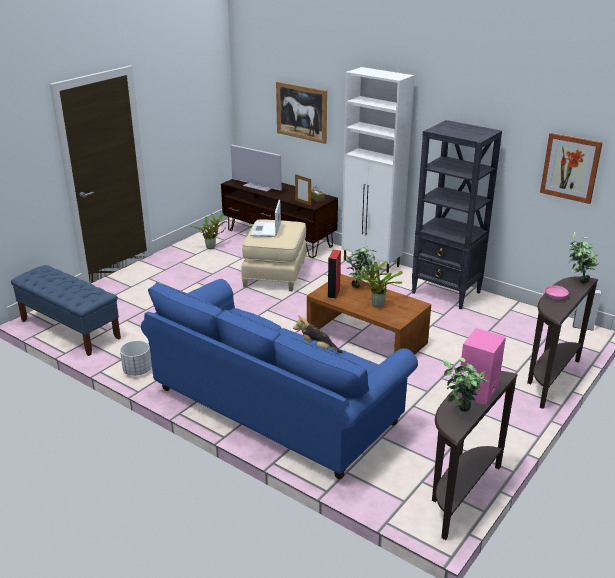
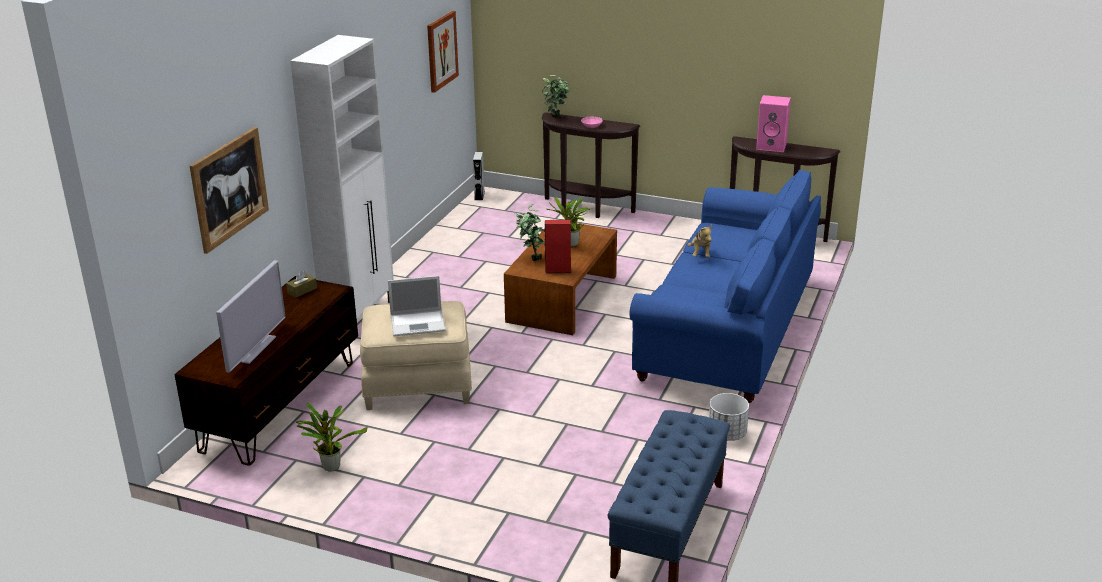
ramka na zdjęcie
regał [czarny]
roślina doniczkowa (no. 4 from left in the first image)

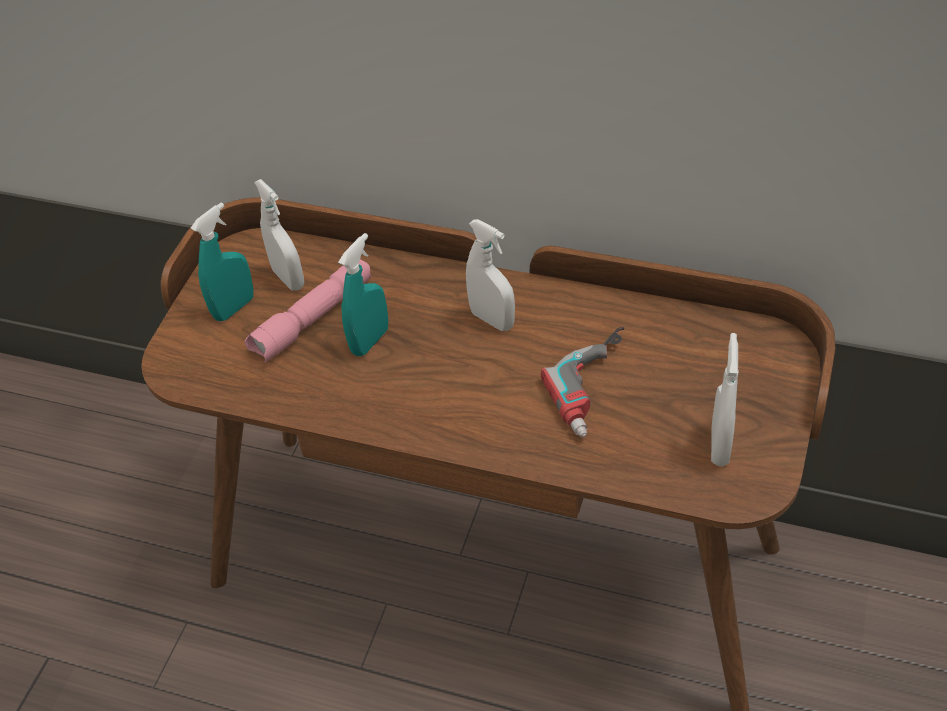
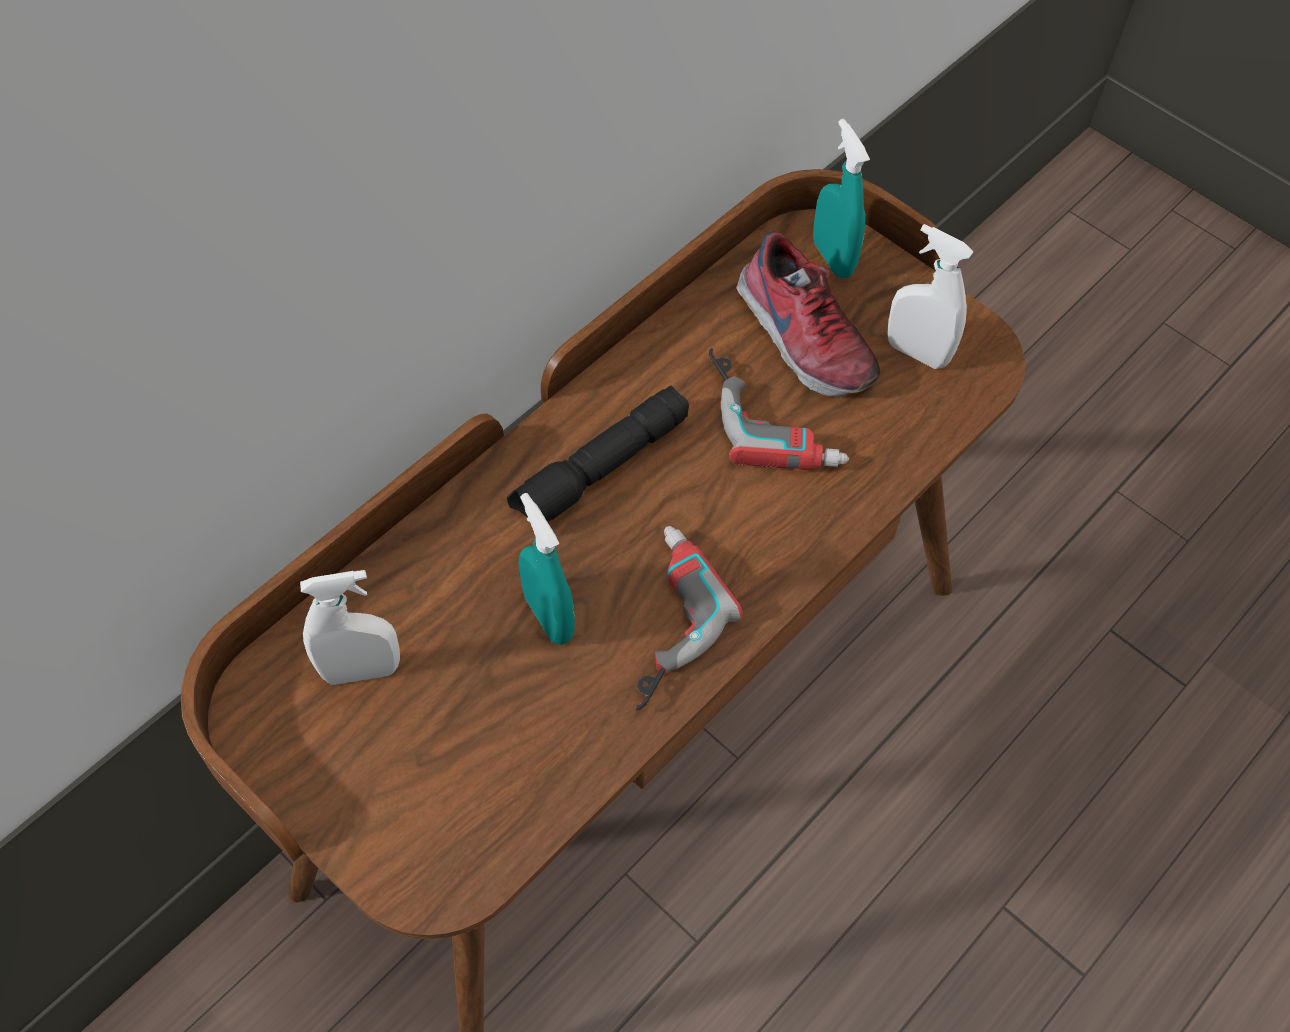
spryskiwacz [turkusowy] (no. 2 from left)
latarka [różowy]
latarka [czarny]
wiertarka (no. 1 from left)
but

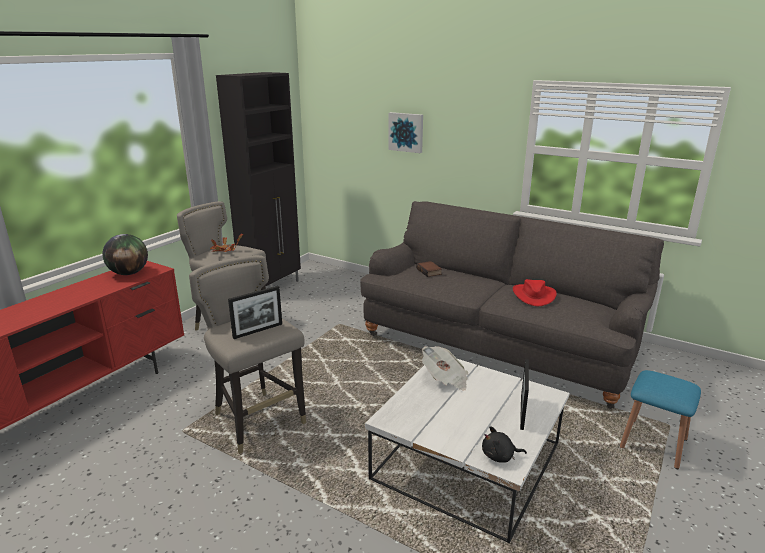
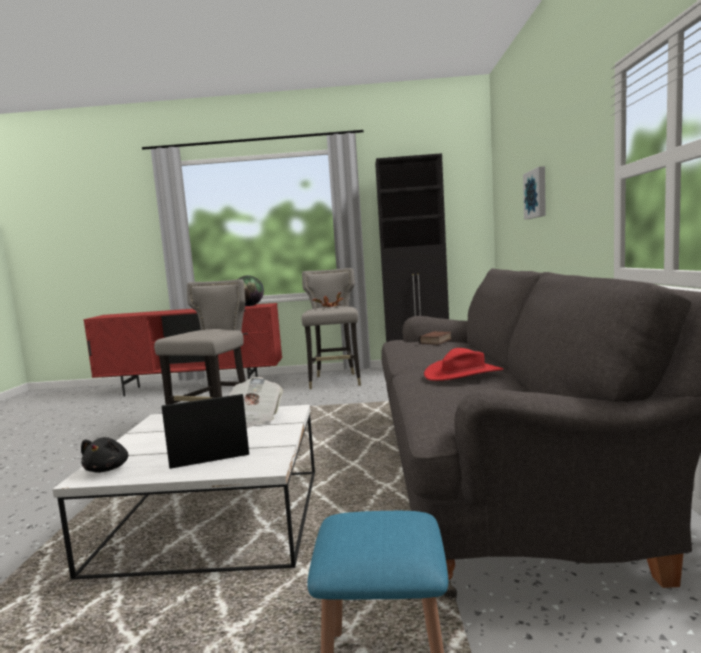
ramka na zdjęcie (no. 1 from left in the first image)
pluszak [czarny]

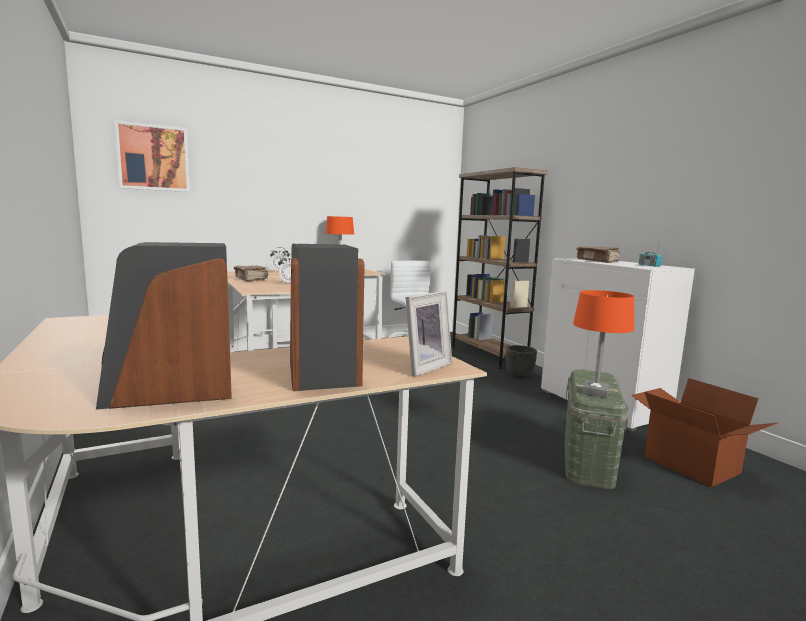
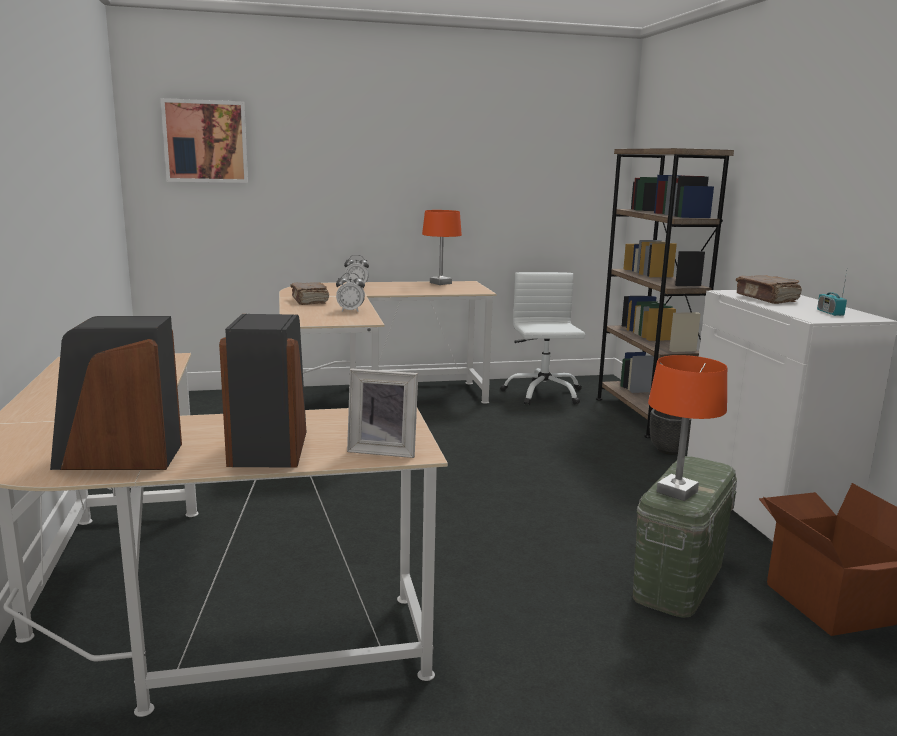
ramka na zdjęcie

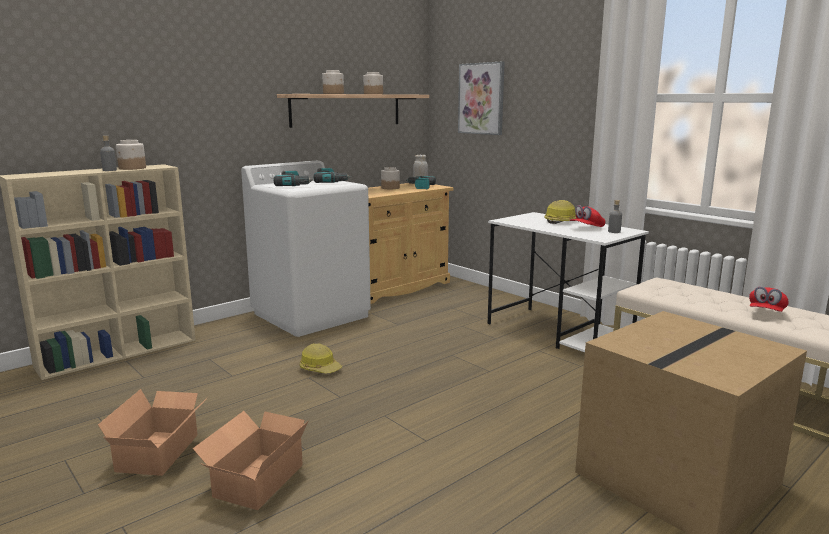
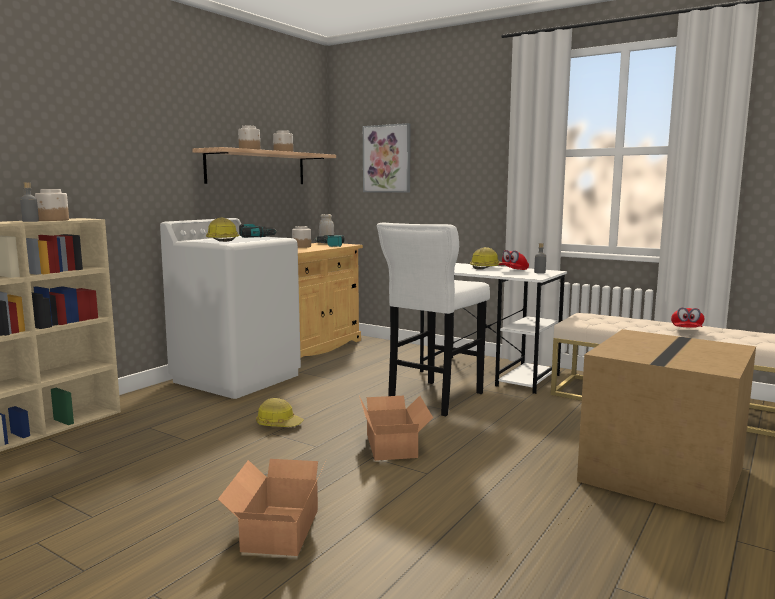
karton (no. 2 from left)
kask (no. 1 from left)
stołek [biały]

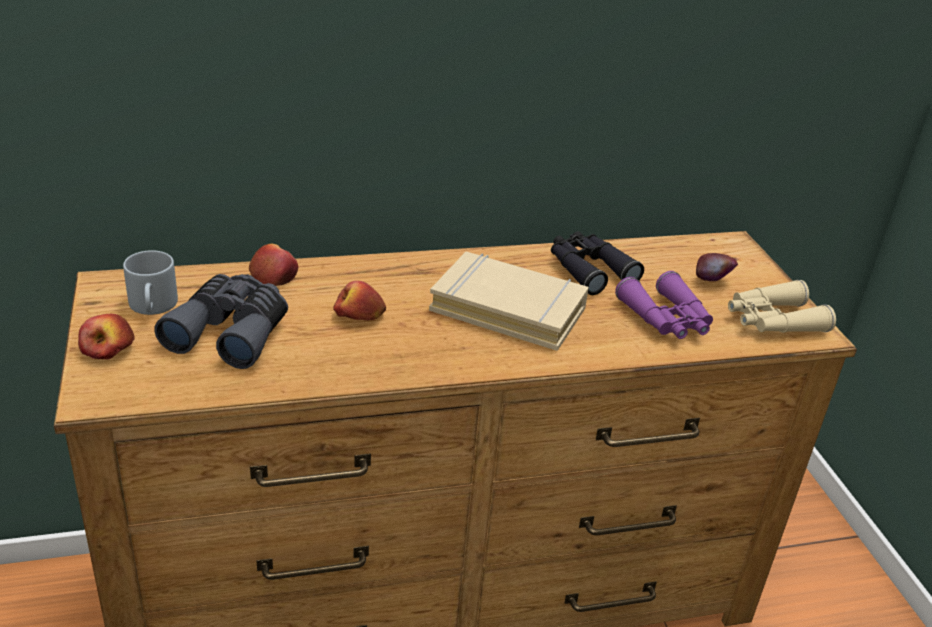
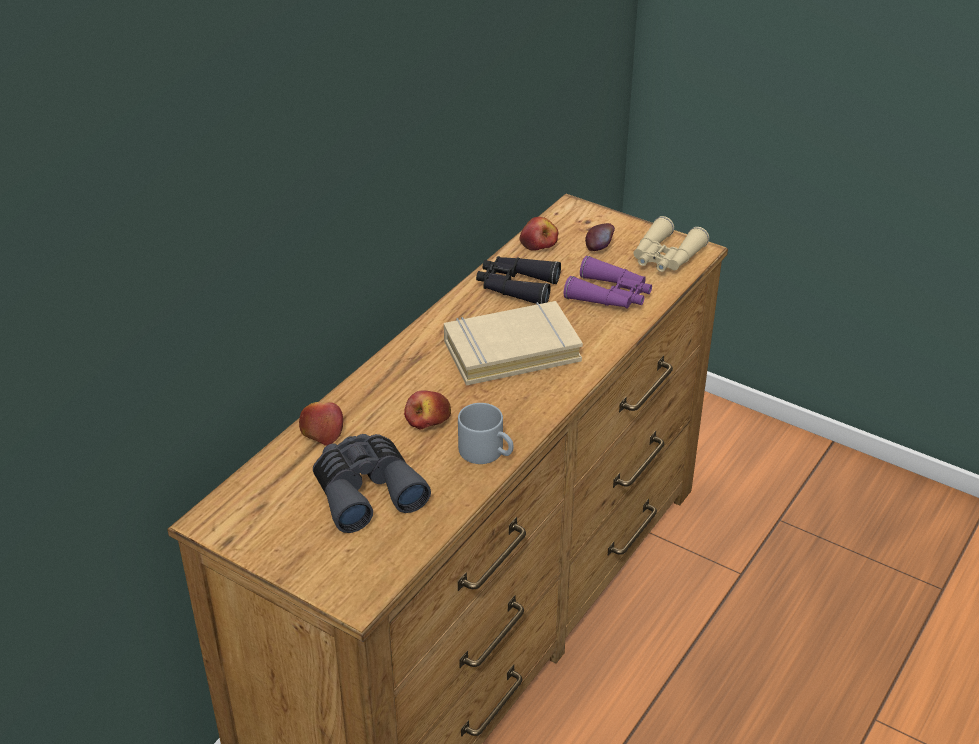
jabłko (no. 3 from left)
kubek [szary]

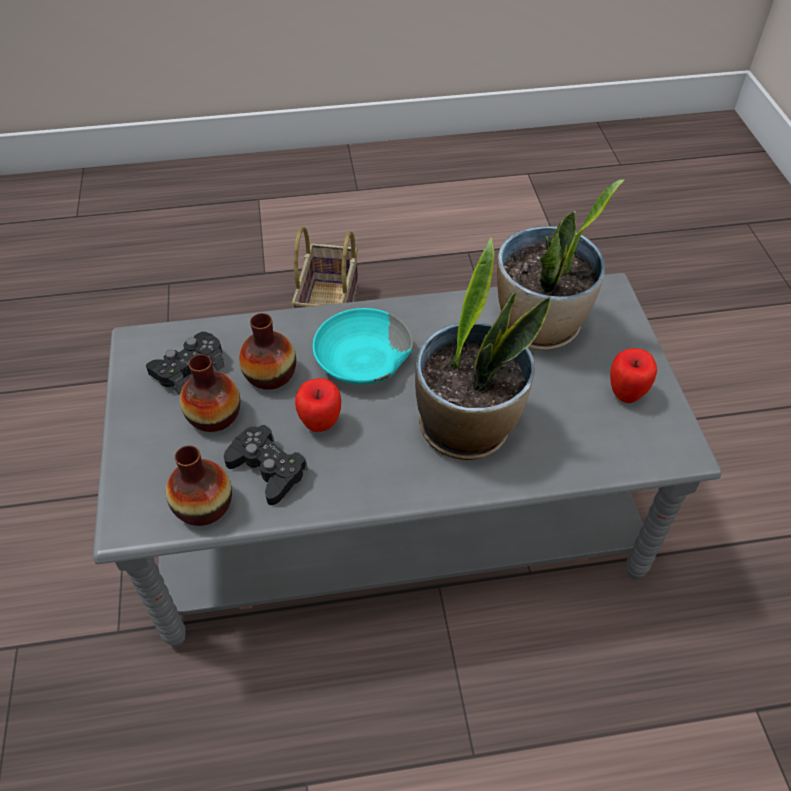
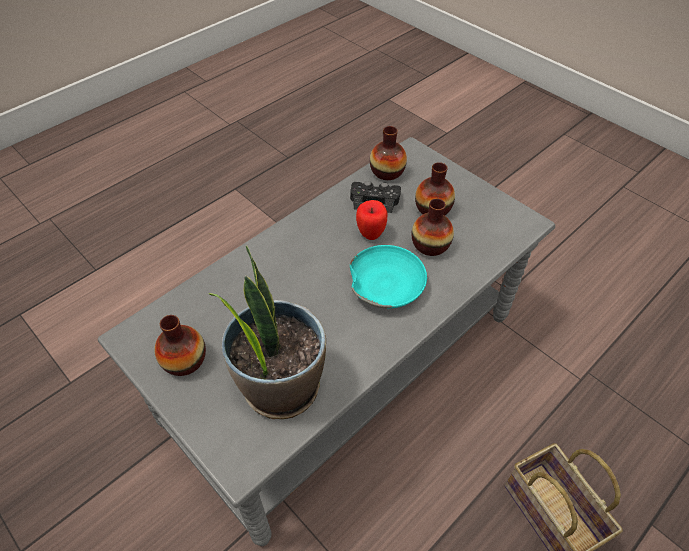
pad do gier [czarny] (no. 1 from left in the first image)
roślina doniczkowa (no. 1 from left in the first image)
wazon (no. 1 from left)

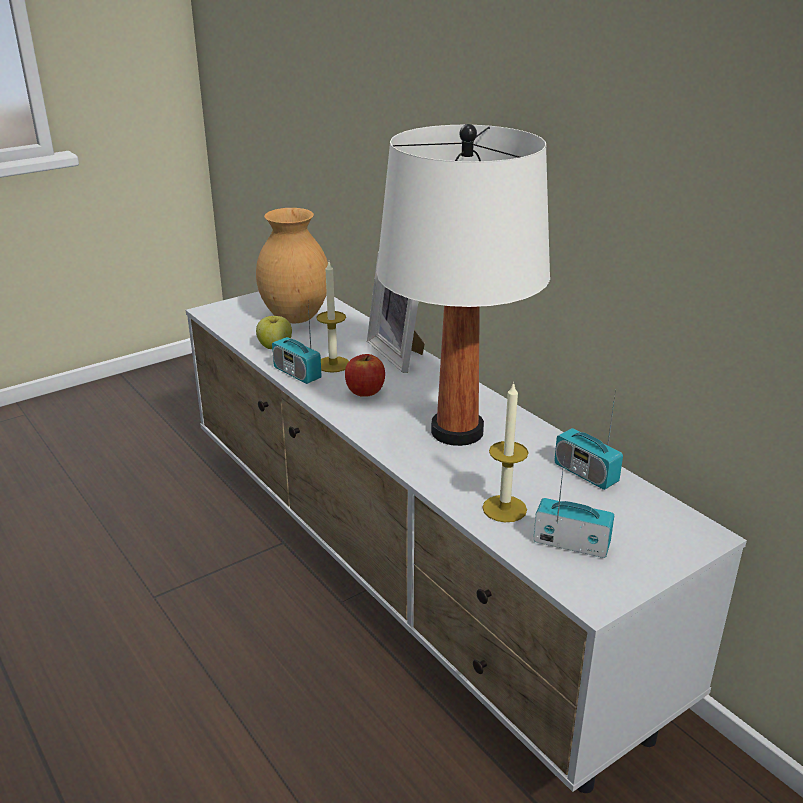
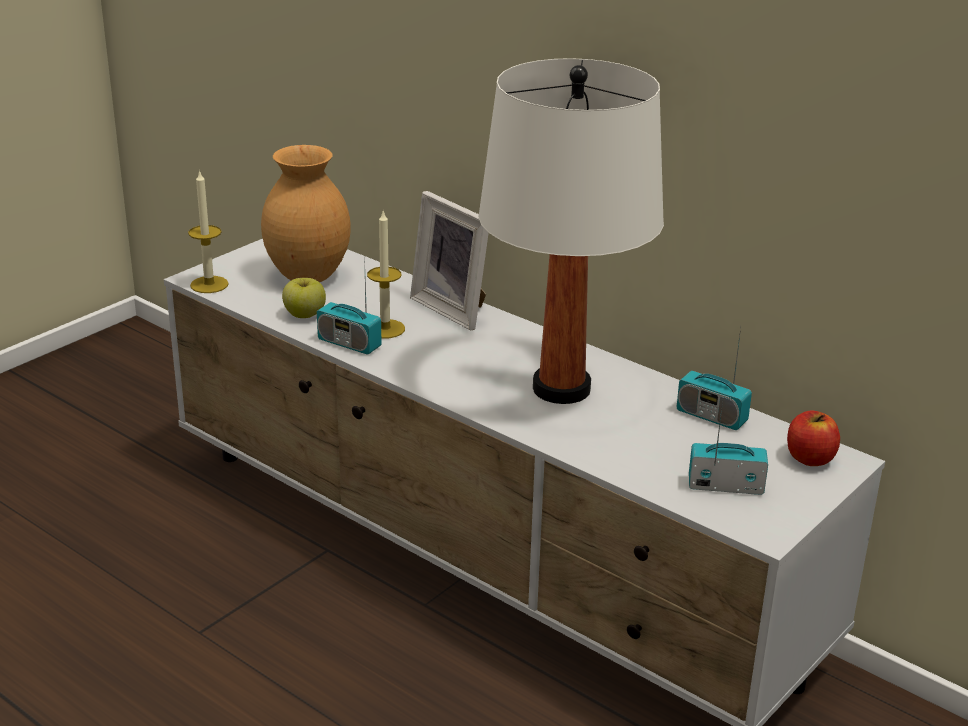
jabłko (no. 2 from left)
świeca (no. 1 from left)

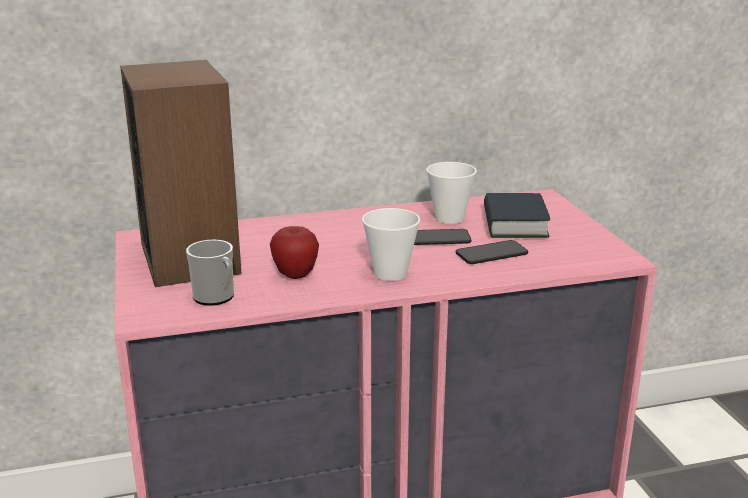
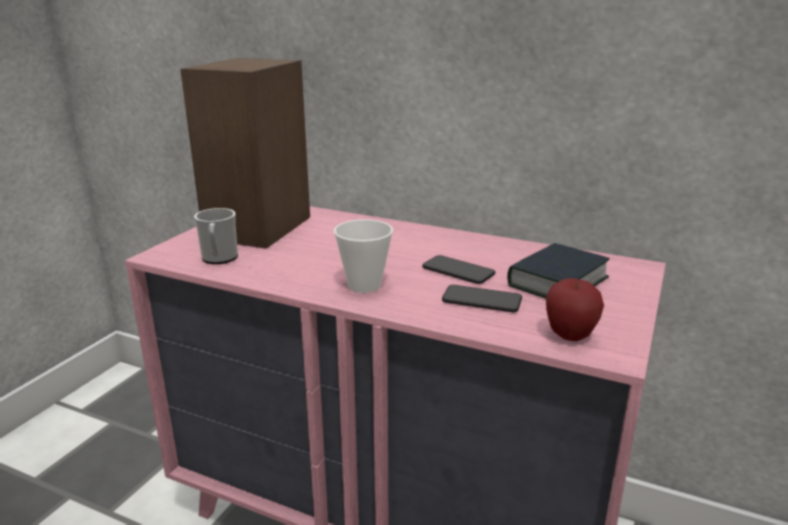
jabłko
filiżanka (no. 2 from left in the first image)

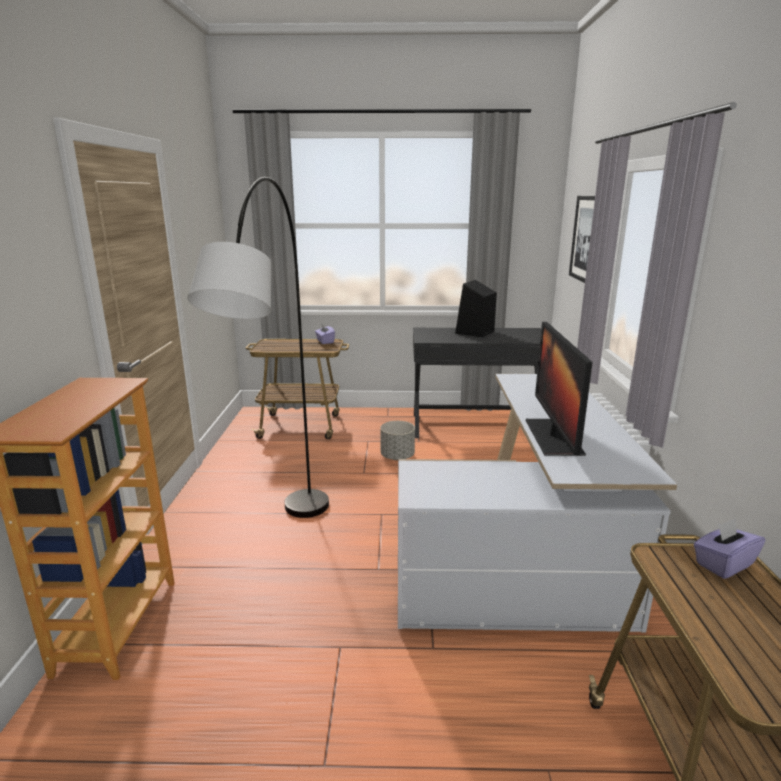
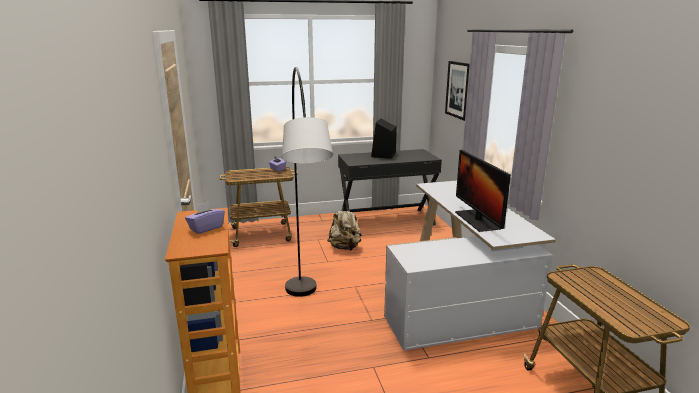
plecak [beżowy]
pudełko chusteczek [fioletowy] (no. 1 from left)

